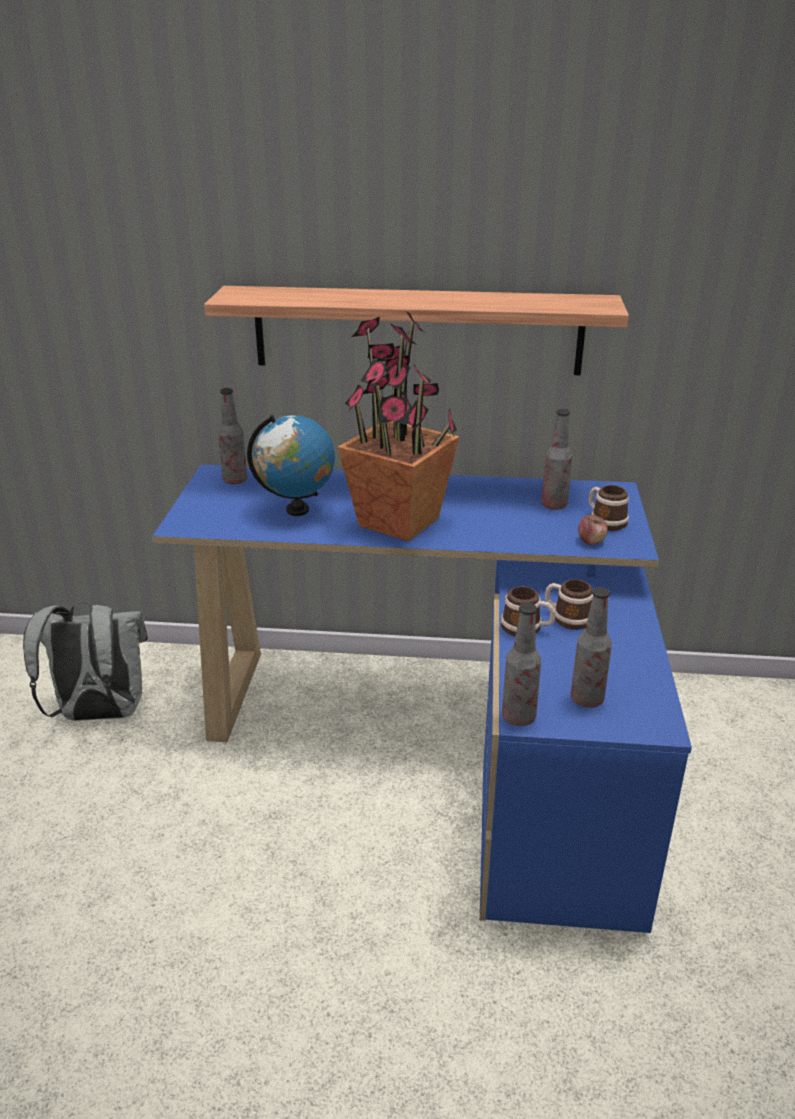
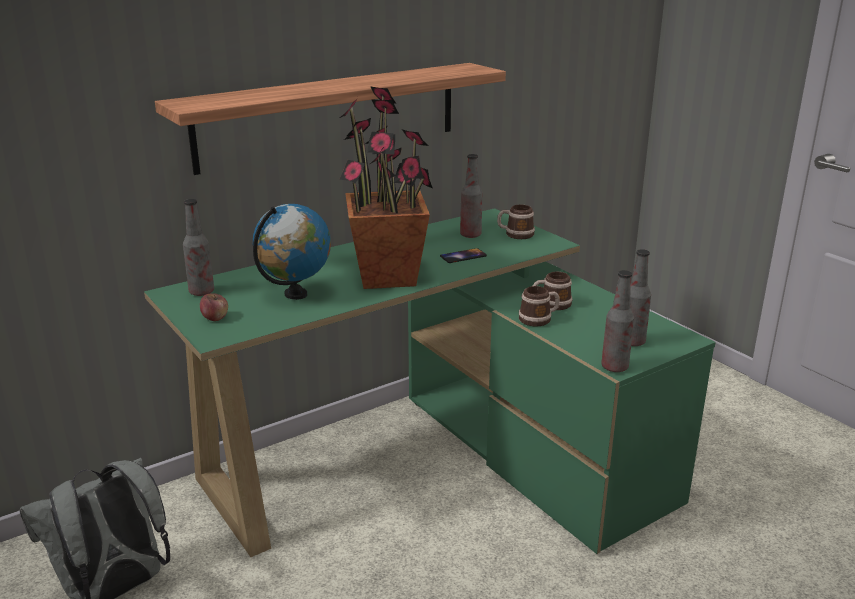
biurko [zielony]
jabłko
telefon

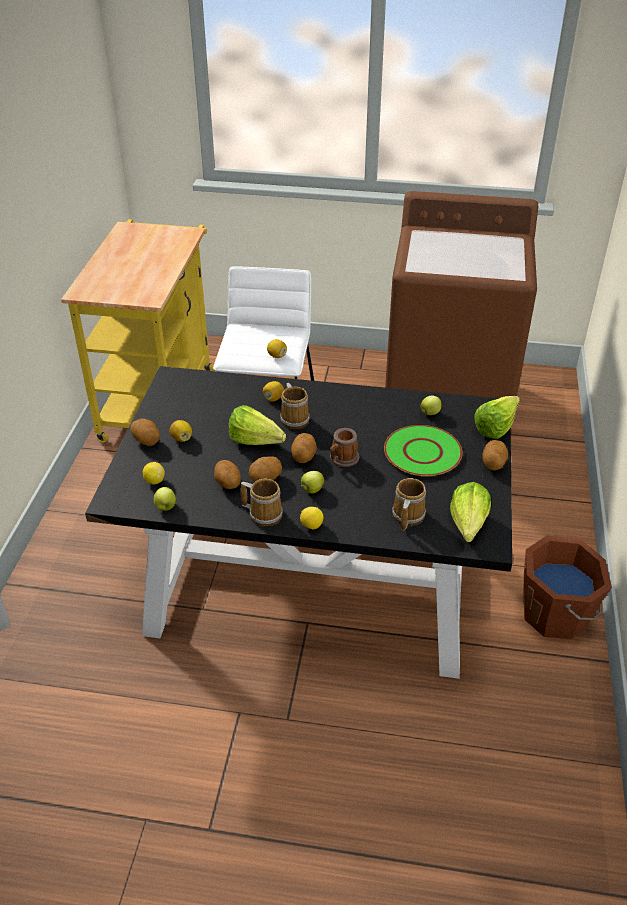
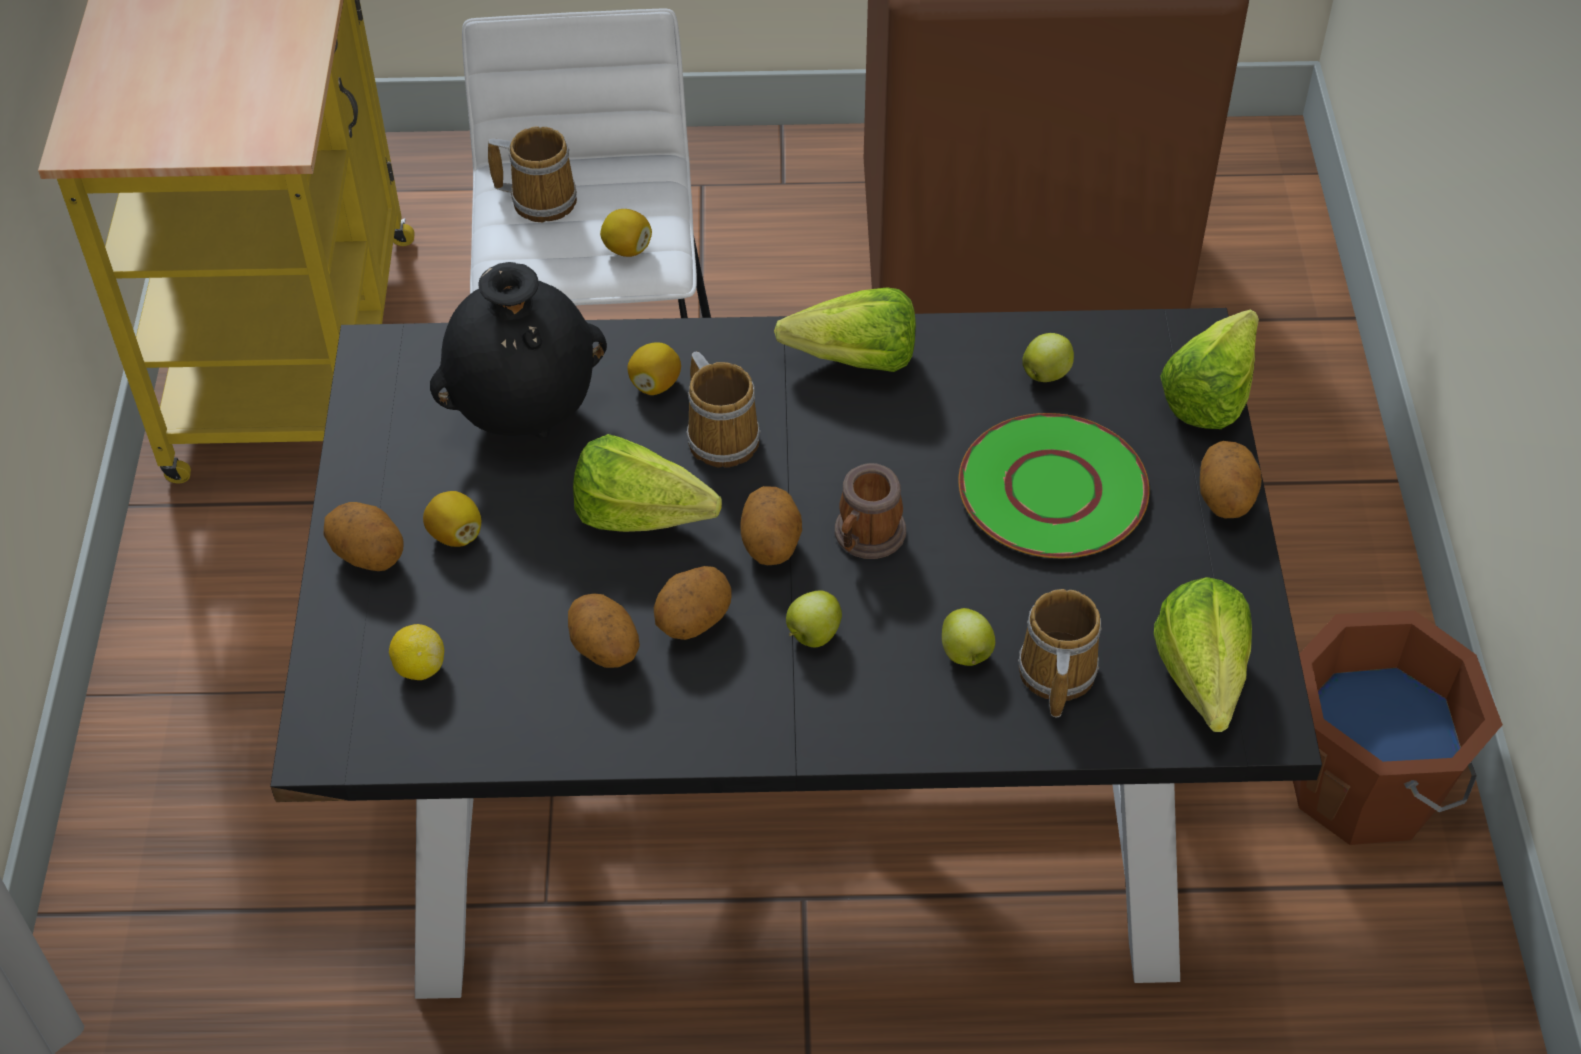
jabłko (no. 2 from left)
kubek (no. 1 from left)
cytryna (no. 5 from left in the first image)
wazon [czarny]
sałata (no. 2 from left)

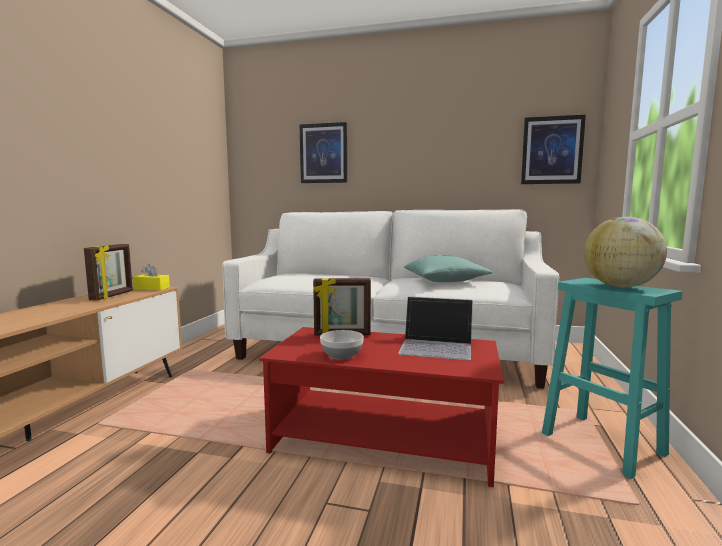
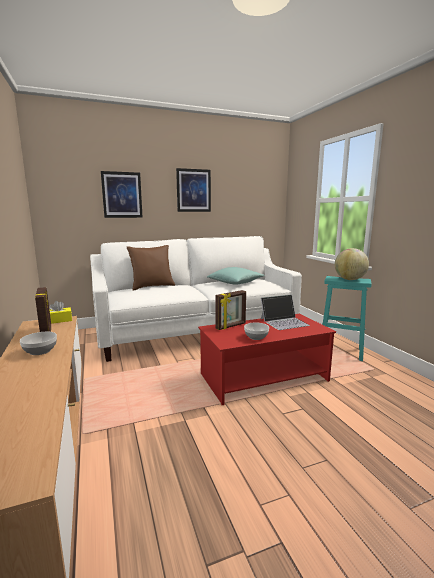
obraz (no. 2 from left)
miska (no. 1 from left)
poduszka [brązowy]

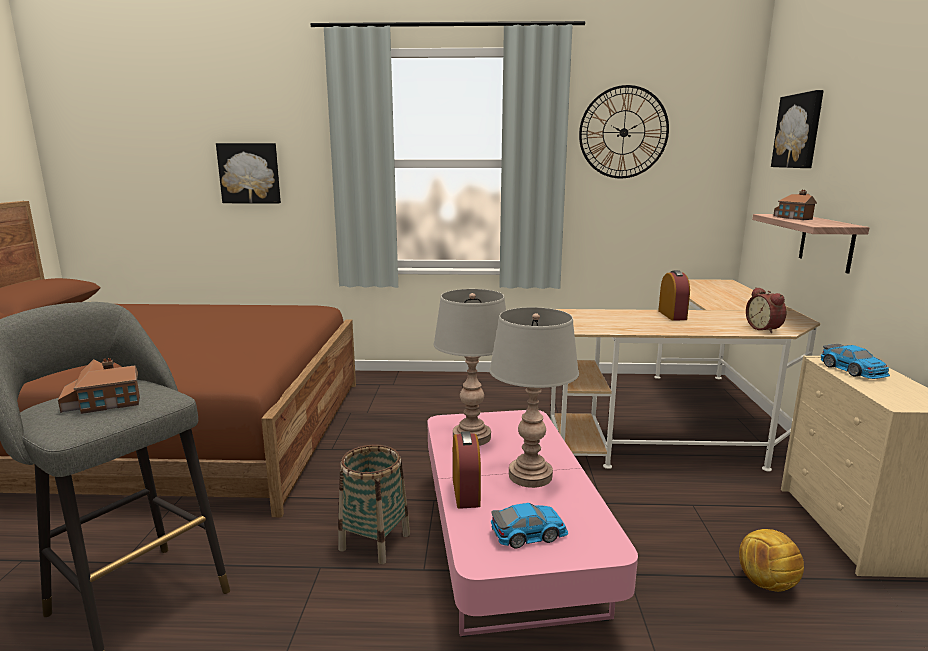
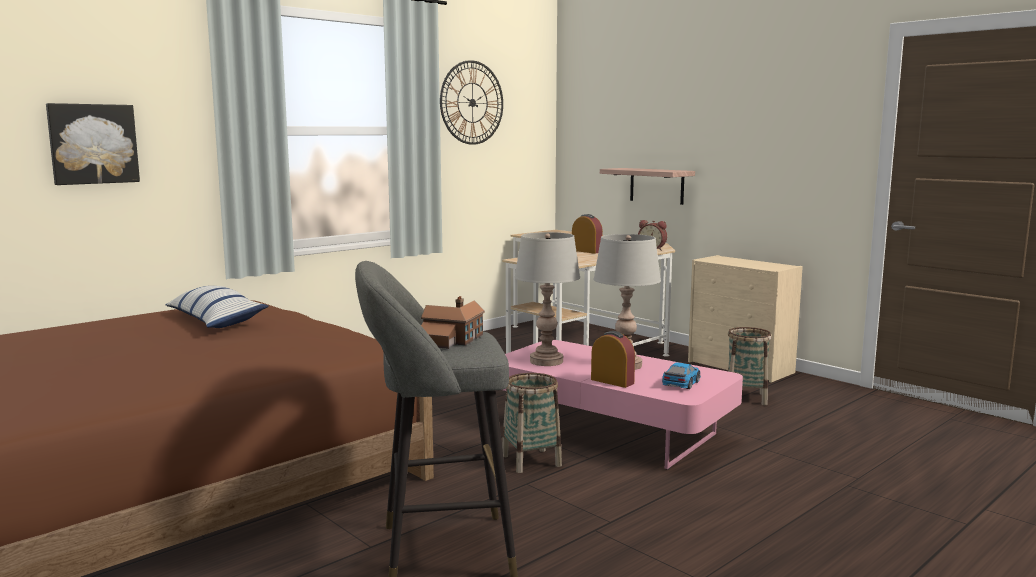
koszyk (no. 2 from left)
obraz (no. 2 from left in the first image)
domek (no. 2 from left in the first image)
samochodzik (no. 2 from left in the first image)
poduszka

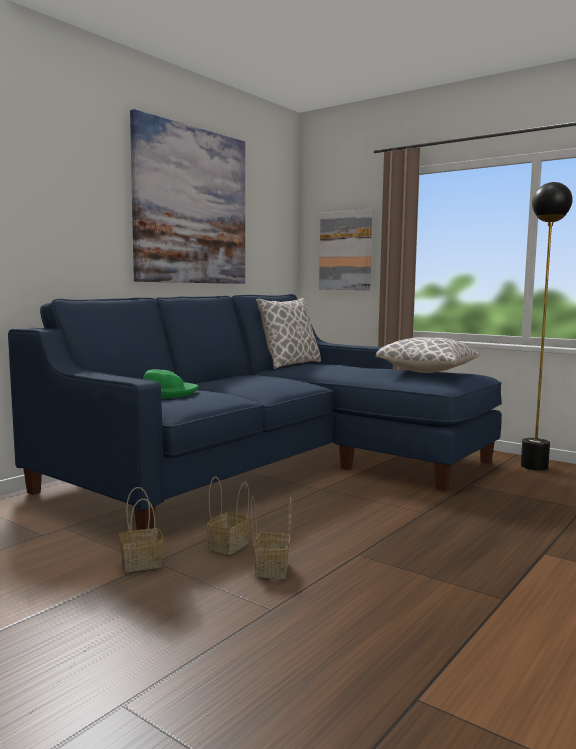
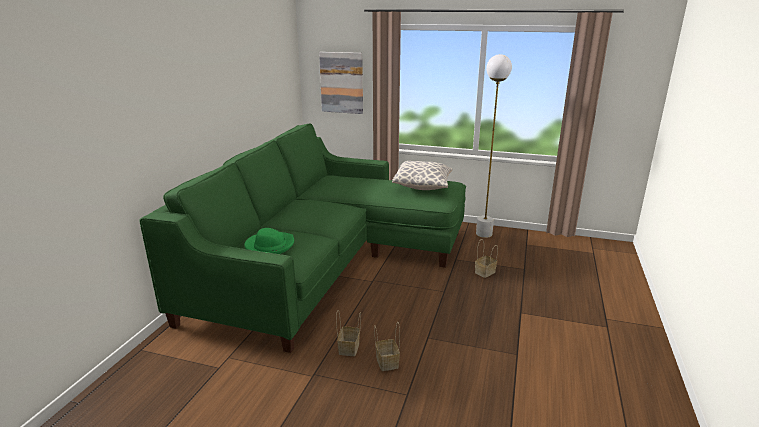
kanapa [zielony]
koszyk (no. 3 from left)
obraz (no. 1 from left in the first image)
poduszka (no. 1 from left in the first image)
lampa stojąca [biały]

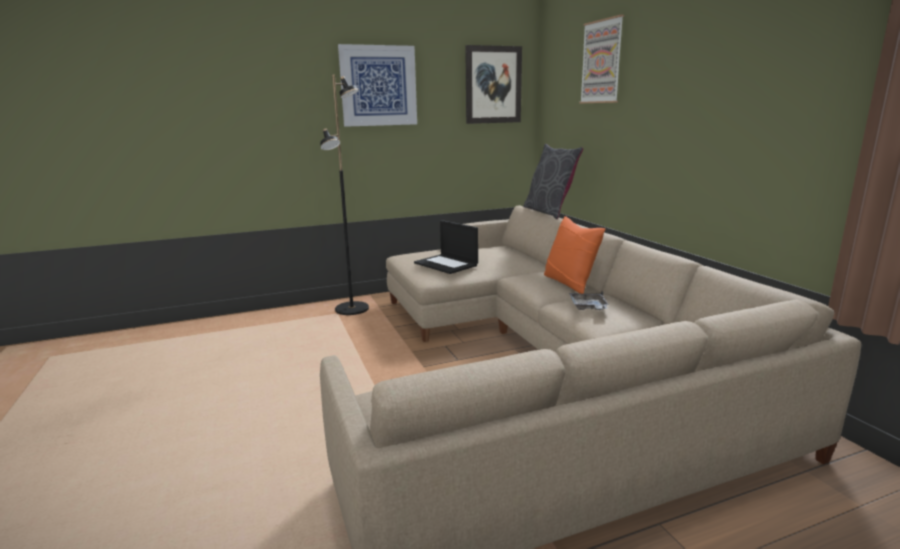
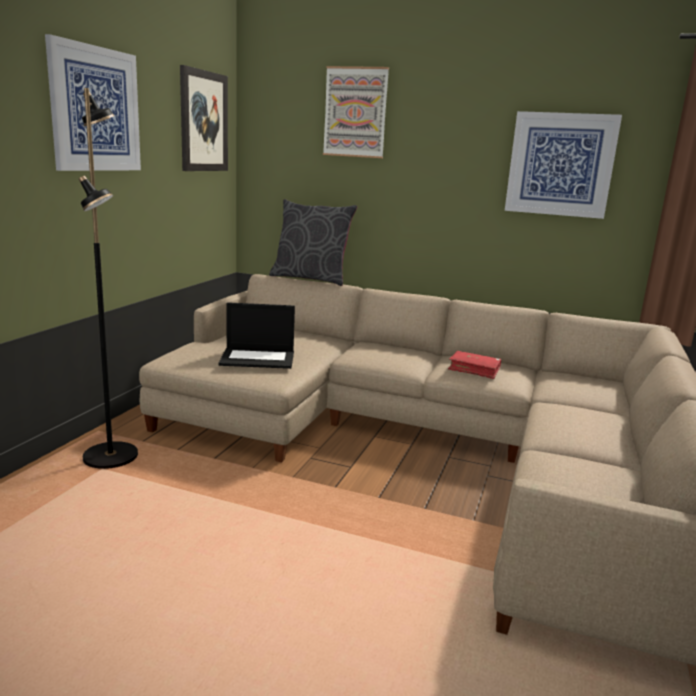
poduszka [pomarańczowy]
książka [czerwony]
obraz (no. 4 from left)

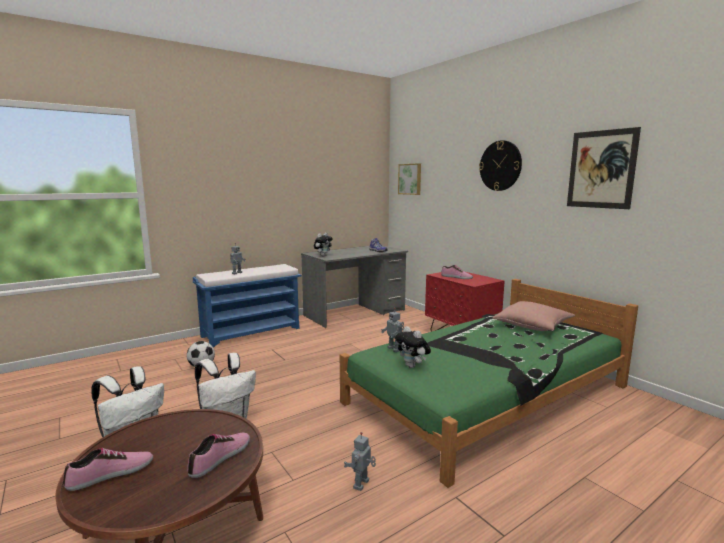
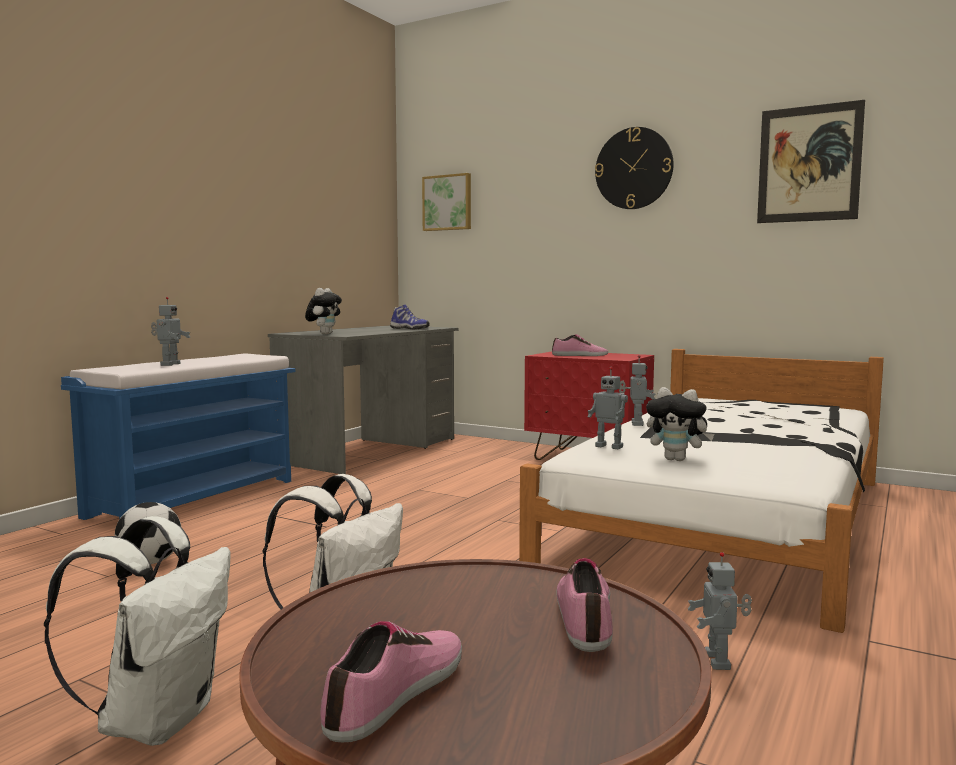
łóżko [biały]
poduszka [różowy]
robot zabawkowy (no. 3 from left)

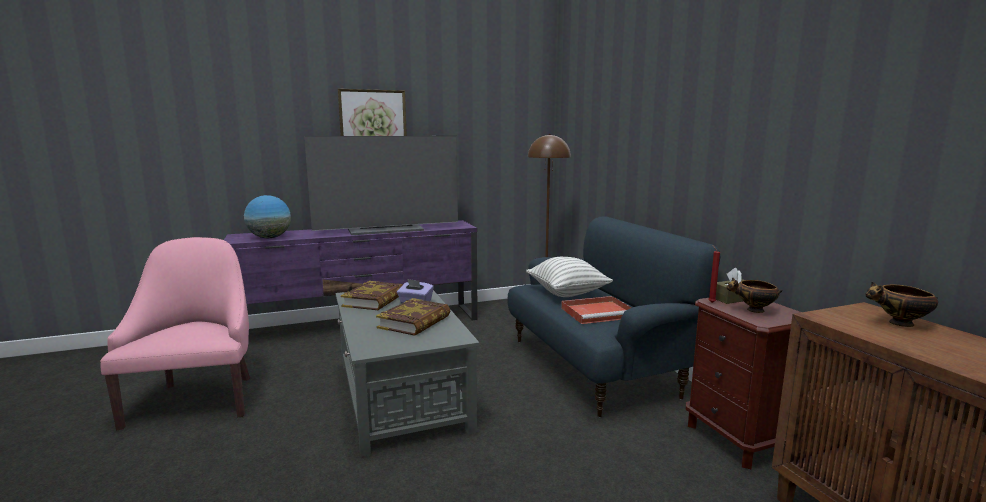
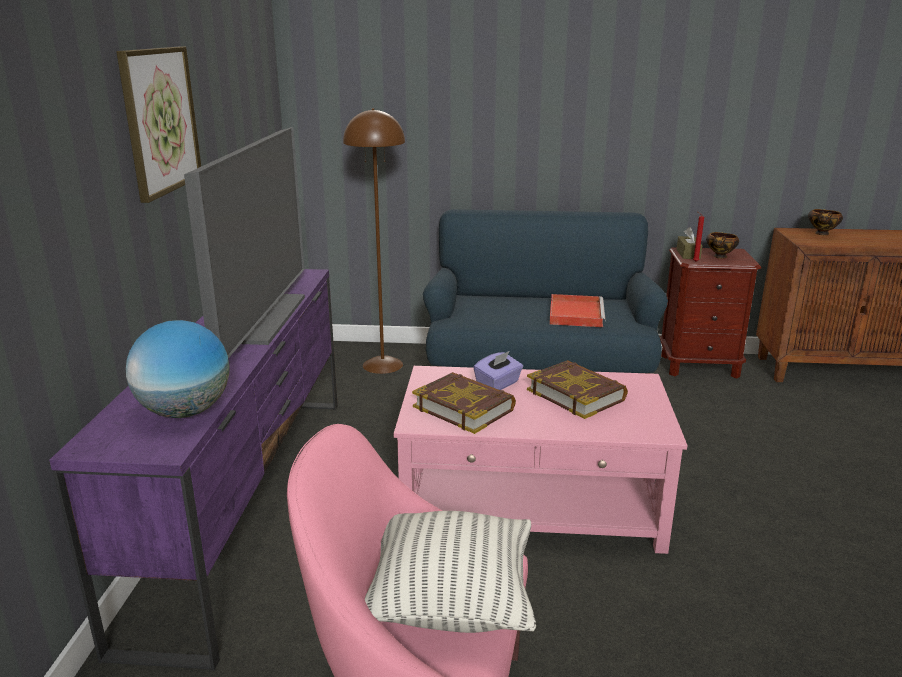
ława [różowy]
poduszka

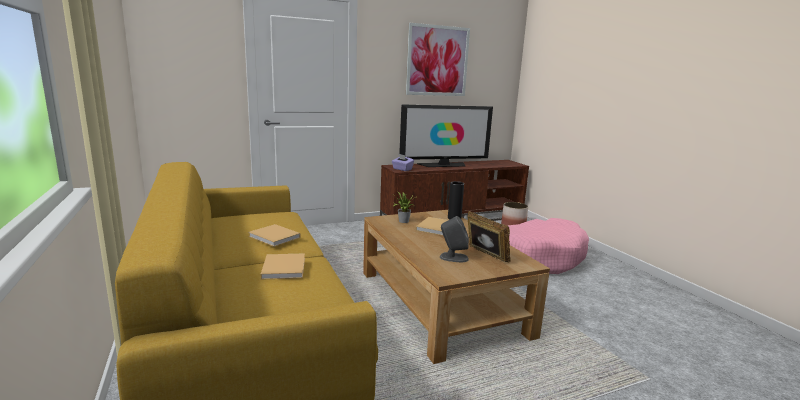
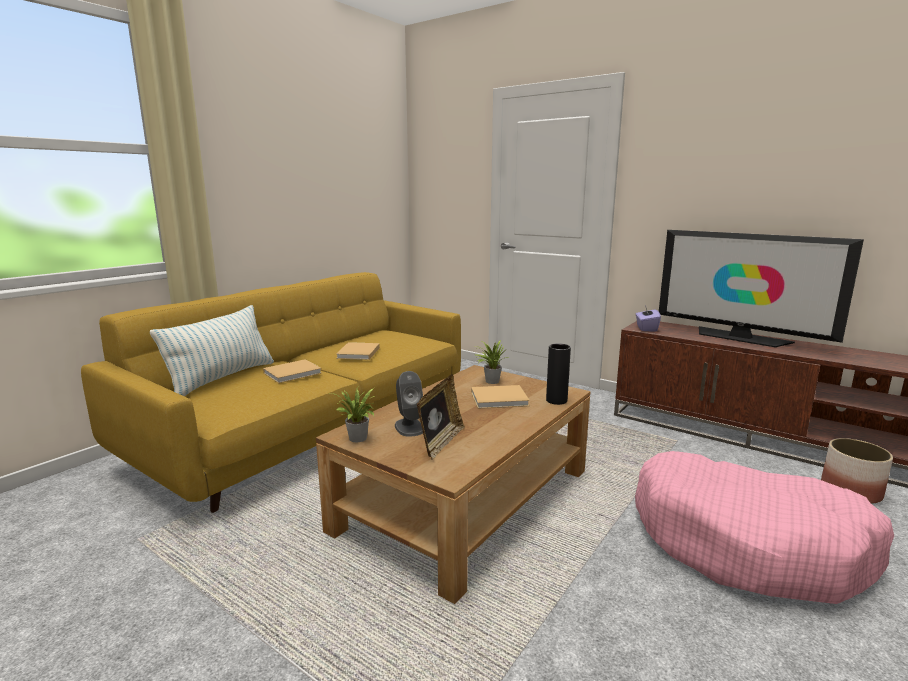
obraz
poduszka
roślina doniczkowa (no. 1 from left)

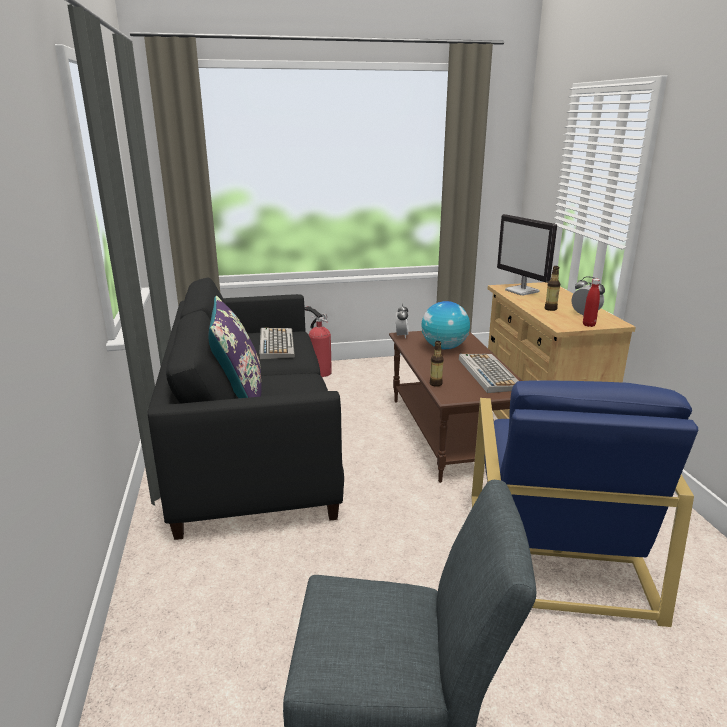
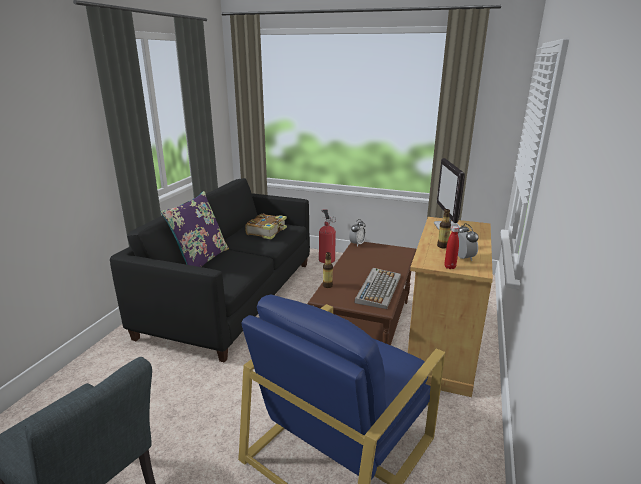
książka
globus

